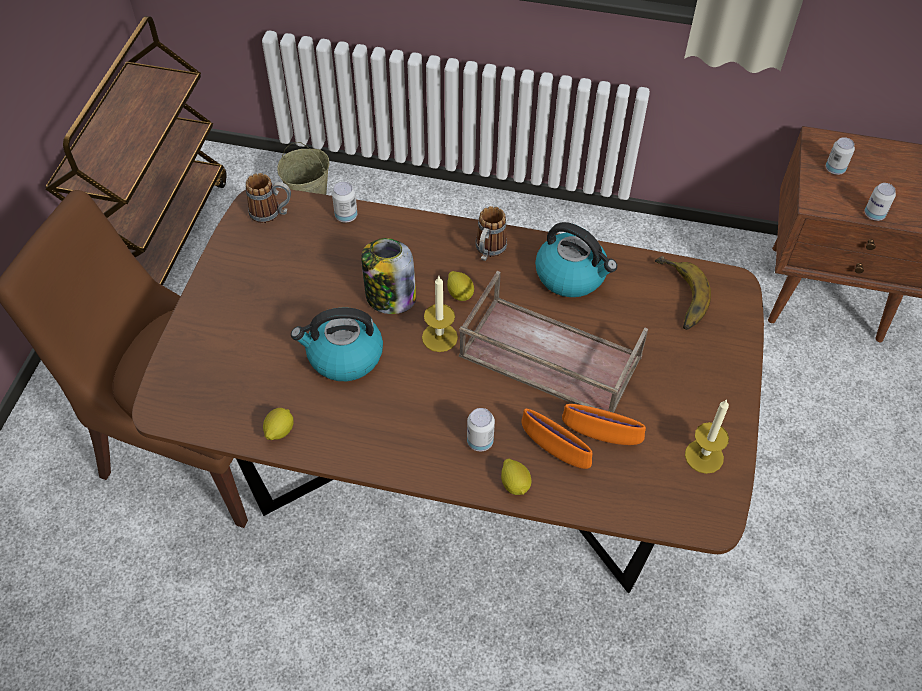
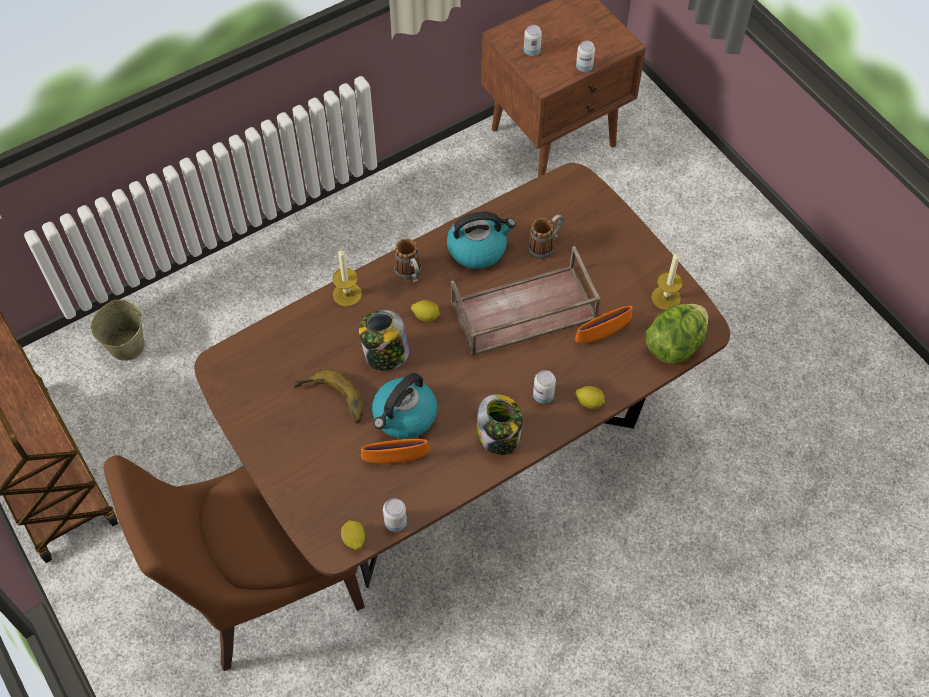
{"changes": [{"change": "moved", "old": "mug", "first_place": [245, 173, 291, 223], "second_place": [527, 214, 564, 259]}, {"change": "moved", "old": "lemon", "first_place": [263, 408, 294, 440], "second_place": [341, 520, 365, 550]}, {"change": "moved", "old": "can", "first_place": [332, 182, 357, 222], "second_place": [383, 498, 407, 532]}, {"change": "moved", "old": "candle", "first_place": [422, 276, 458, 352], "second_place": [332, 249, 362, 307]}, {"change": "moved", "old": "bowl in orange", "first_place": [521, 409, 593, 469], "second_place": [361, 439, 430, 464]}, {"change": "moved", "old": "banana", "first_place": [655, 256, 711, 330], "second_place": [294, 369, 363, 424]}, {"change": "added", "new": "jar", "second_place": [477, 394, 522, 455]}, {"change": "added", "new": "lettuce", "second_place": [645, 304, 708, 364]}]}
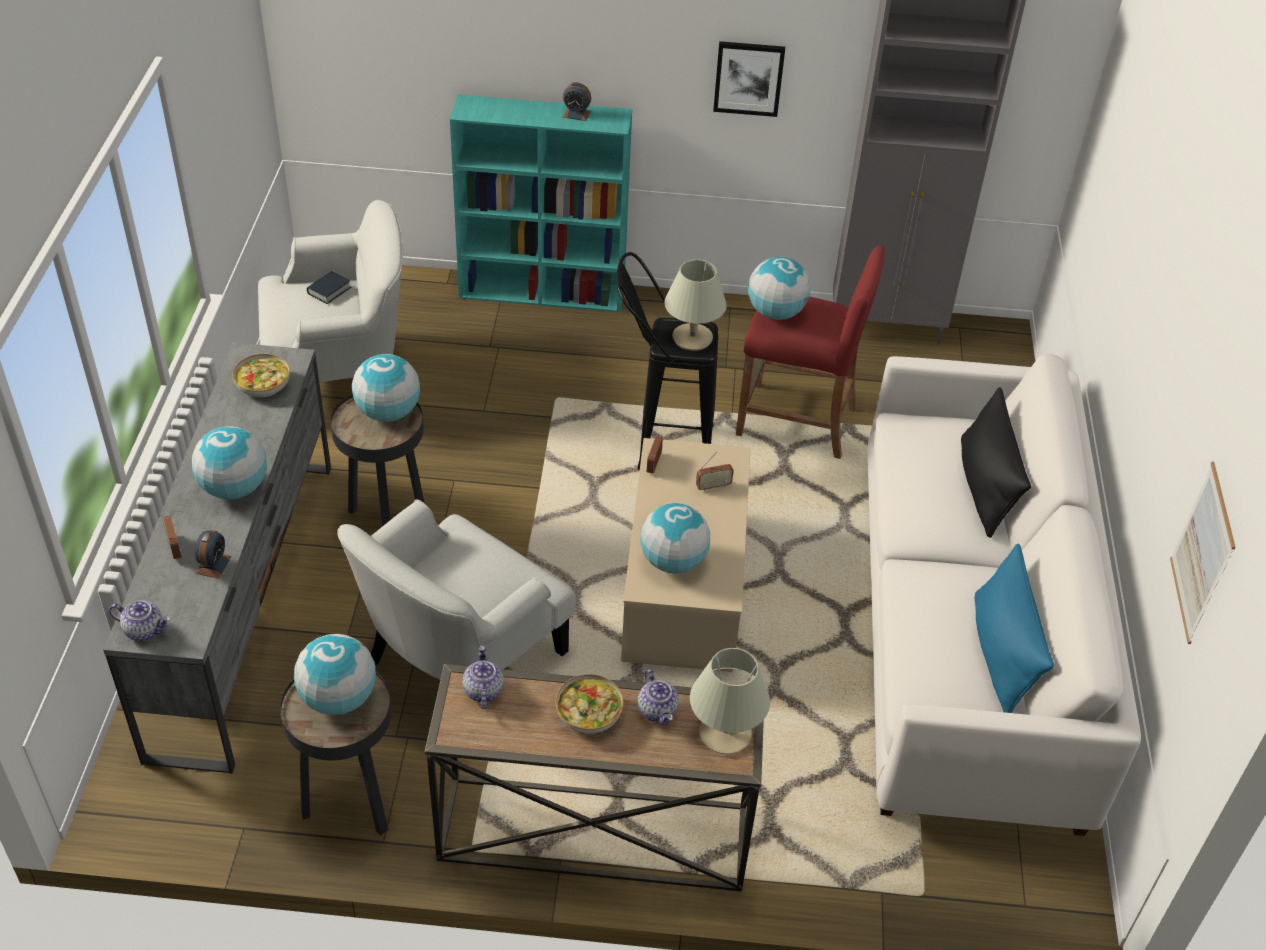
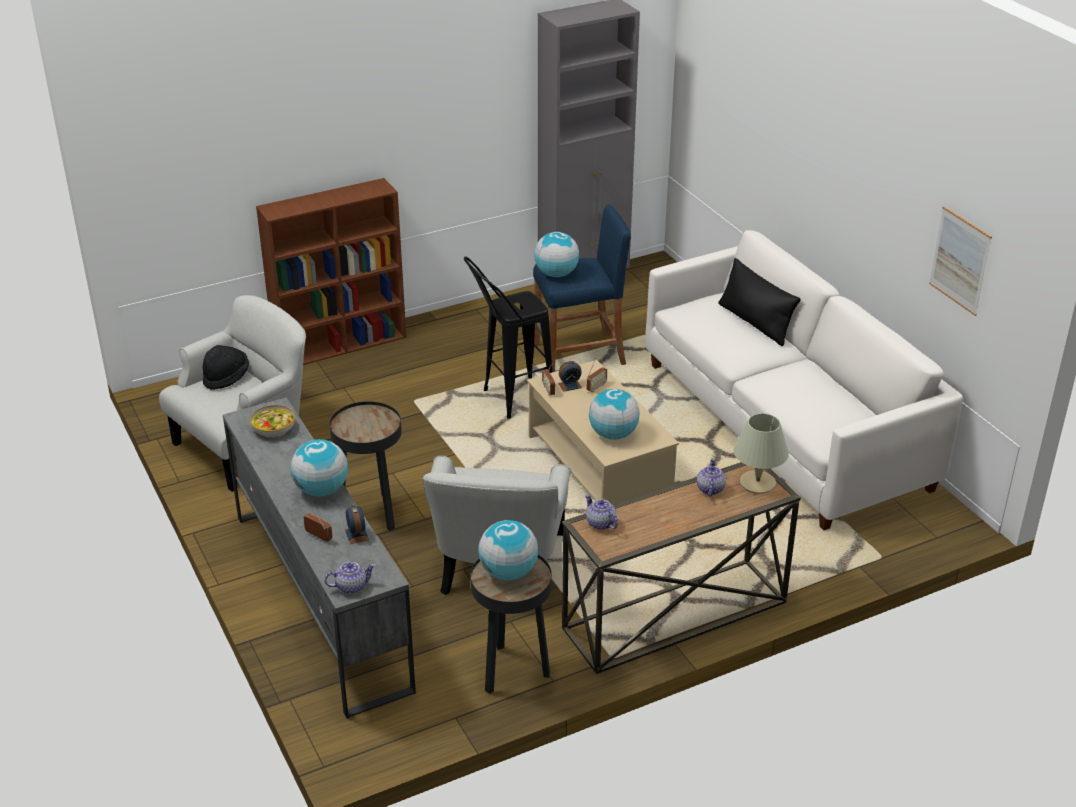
{"changes": [{"change": "replaced", "old": "book", "new": "hat in black", "first_place": [307, 271, 352, 304], "second_place": [203, 345, 249, 390]}, {"change": "removed", "old": "globe", "first_place": [352, 354, 420, 422]}, {"change": "recoloured", "old": "bookcase in turquoise", "new": "bookcase in brown", "first_place": [450, 95, 632, 312], "second_place": [256, 178, 406, 365]}, {"change": "removed", "old": "bowl", "first_place": [556, 674, 623, 734]}, {"change": "moved", "old": "alarm clock", "first_place": [563, 83, 591, 121], "second_place": [558, 361, 582, 392]}, {"change": "turned", "old": "teapot", "first_place": [638, 669, 679, 726], "second_place": [697, 459, 726, 497], "degrees": -120}, {"change": "removed", "old": "table lamp in beige", "first_place": [664, 259, 727, 351]}, {"change": "removed", "old": "picture", "first_place": [713, 41, 785, 117]}, {"change": "recoloured", "old": "stool in red", "new": "stool in blue", "first_place": [736, 246, 885, 459], "second_place": [533, 204, 631, 372]}, {"change": "removed", "old": "pillow in blue", "first_place": [975, 544, 1054, 713]}]}
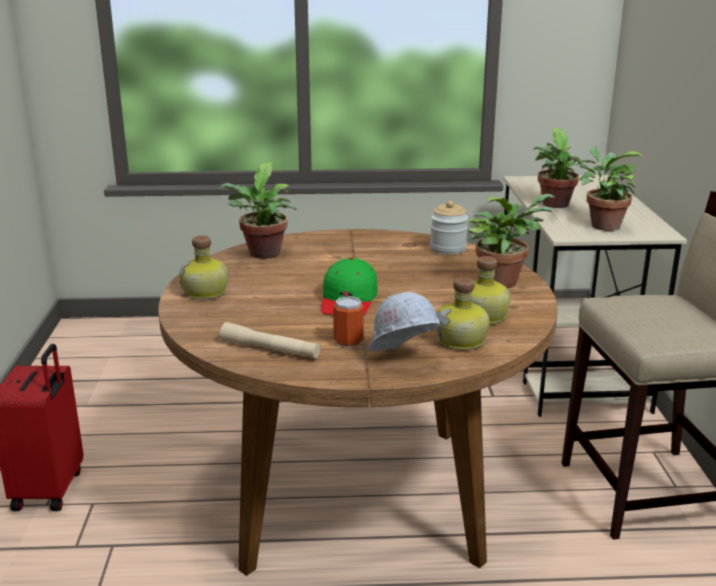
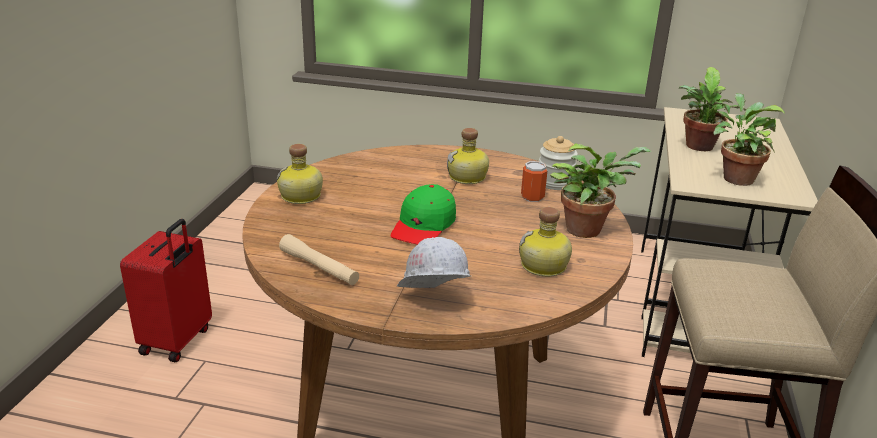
{"changes": [{"change": "removed", "old": "potted plant", "first_place": [219, 162, 296, 259]}, {"change": "moved", "old": "can", "first_place": [333, 296, 364, 347], "second_place": [521, 161, 547, 202]}, {"change": "moved", "old": "bottle", "first_place": [436, 277, 490, 350], "second_place": [447, 128, 489, 184]}]}
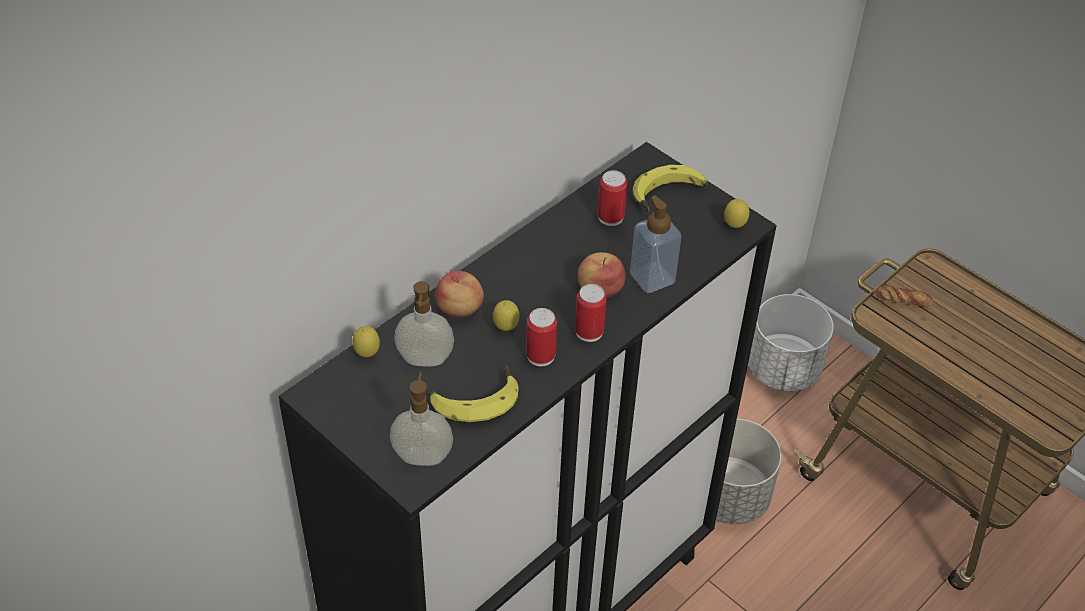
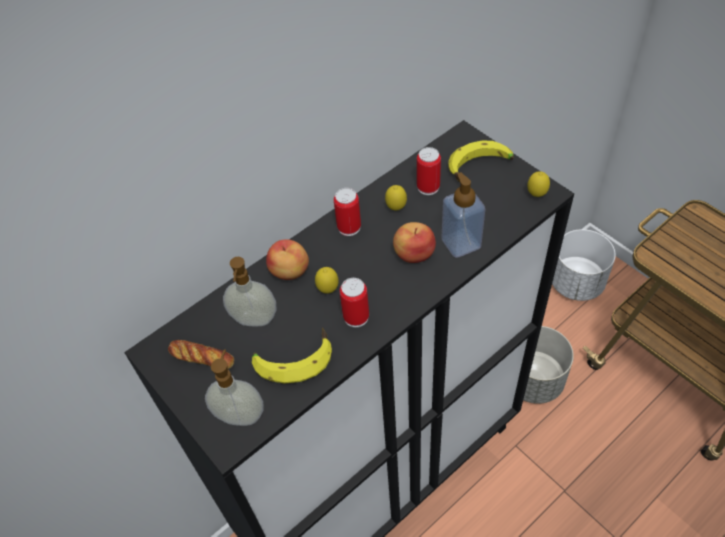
{"changes": [{"change": "moved", "old": "lemon", "first_place": [352, 326, 380, 357], "second_place": [385, 185, 407, 210]}, {"change": "moved", "old": "can", "first_place": [575, 284, 607, 342], "second_place": [334, 188, 361, 236]}, {"change": "moved", "old": "bread", "first_place": [875, 286, 933, 306], "second_place": [168, 340, 234, 369]}]}
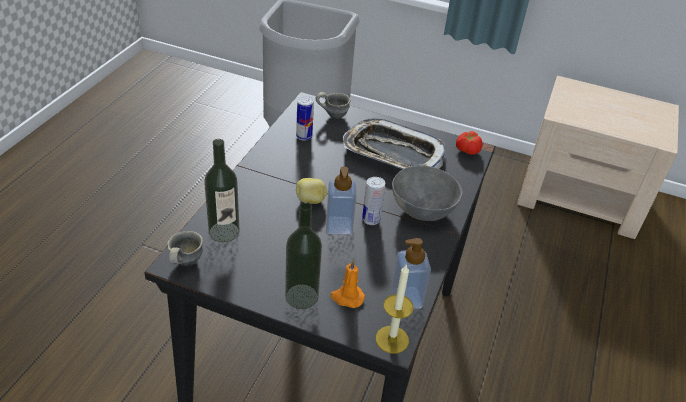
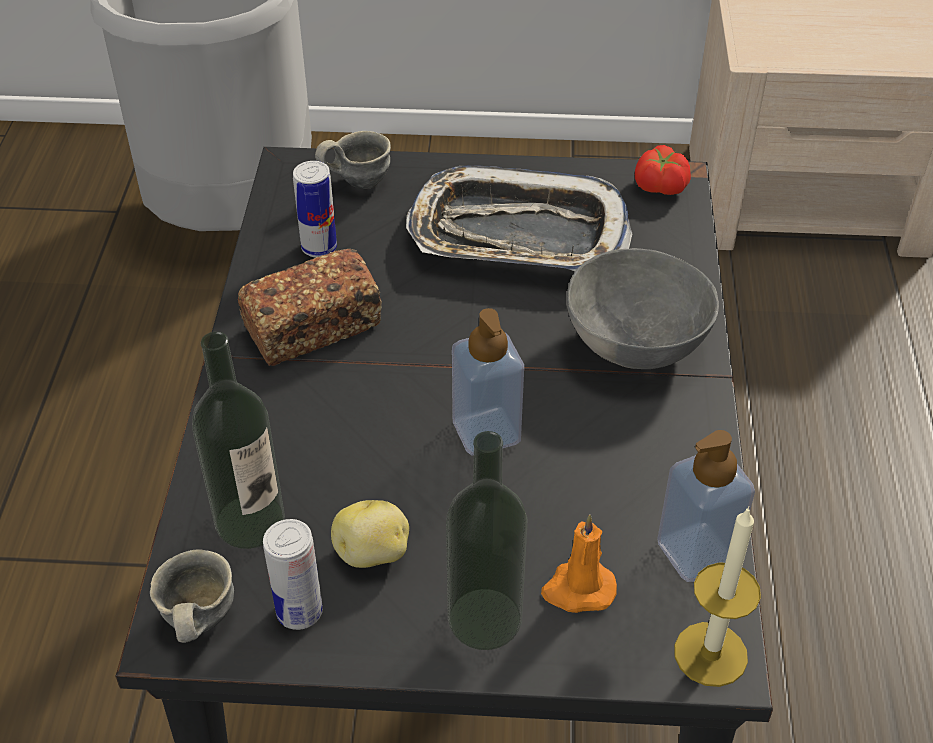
{"changes": [{"change": "moved", "old": "potato", "first_place": [296, 178, 327, 204], "second_place": [331, 500, 409, 568]}, {"change": "moved", "old": "can", "first_place": [362, 177, 385, 225], "second_place": [263, 519, 323, 630]}, {"change": "added", "new": "bread", "second_place": [238, 249, 382, 366]}]}
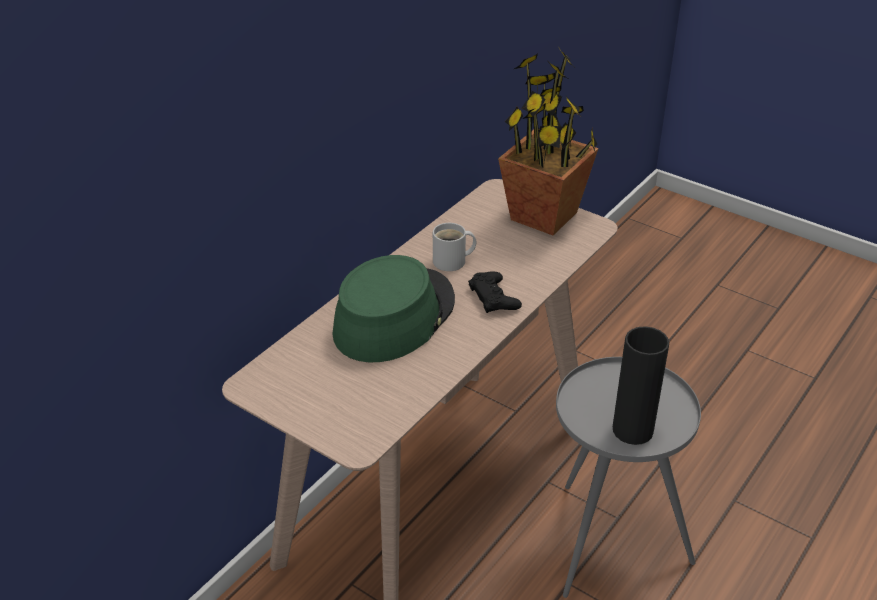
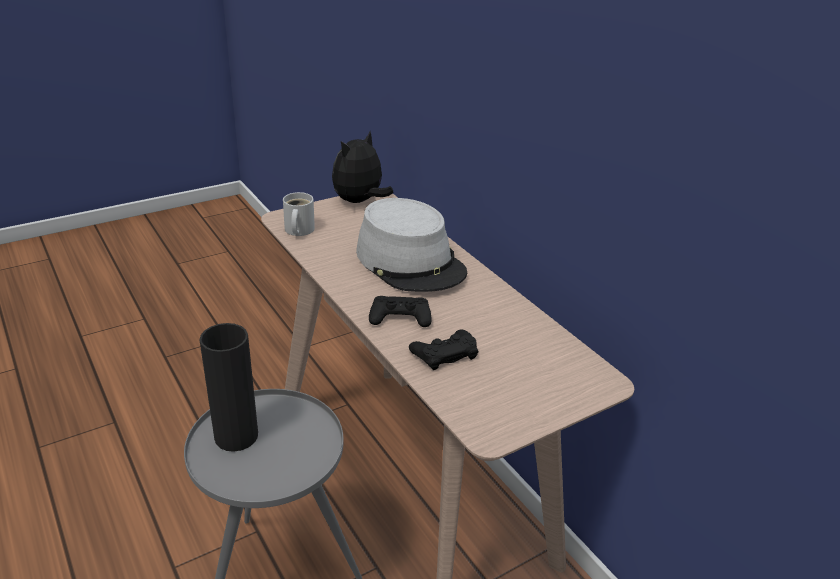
{"changes": [{"change": "recoloured", "old": "hat in green", "new": "hat in grey", "first_place": [332, 255, 455, 362], "second_place": [356, 198, 467, 292]}, {"change": "moved", "old": "mug in white", "first_place": [433, 223, 476, 271], "second_place": [283, 192, 315, 236]}, {"change": "removed", "old": "potted plant", "first_place": [498, 48, 599, 235]}, {"change": "added", "new": "plush toy", "second_place": [332, 131, 394, 203]}, {"change": "added", "new": "game controller in black", "second_place": [409, 329, 479, 370]}]}
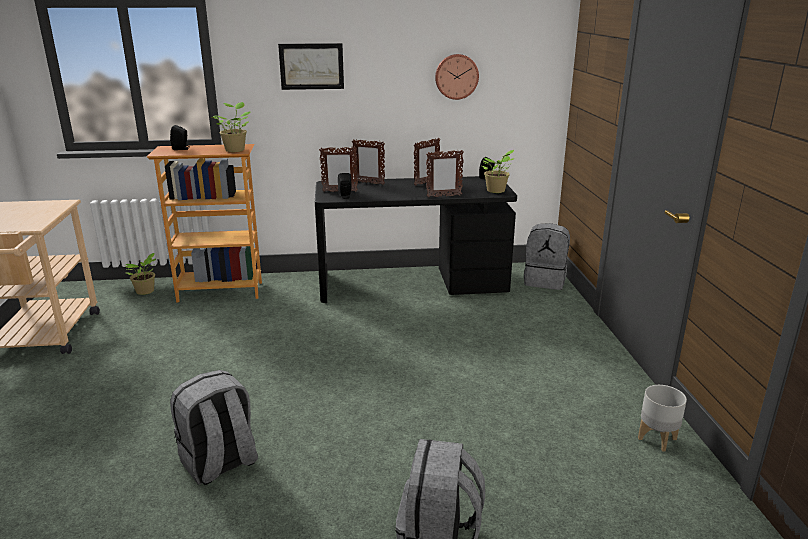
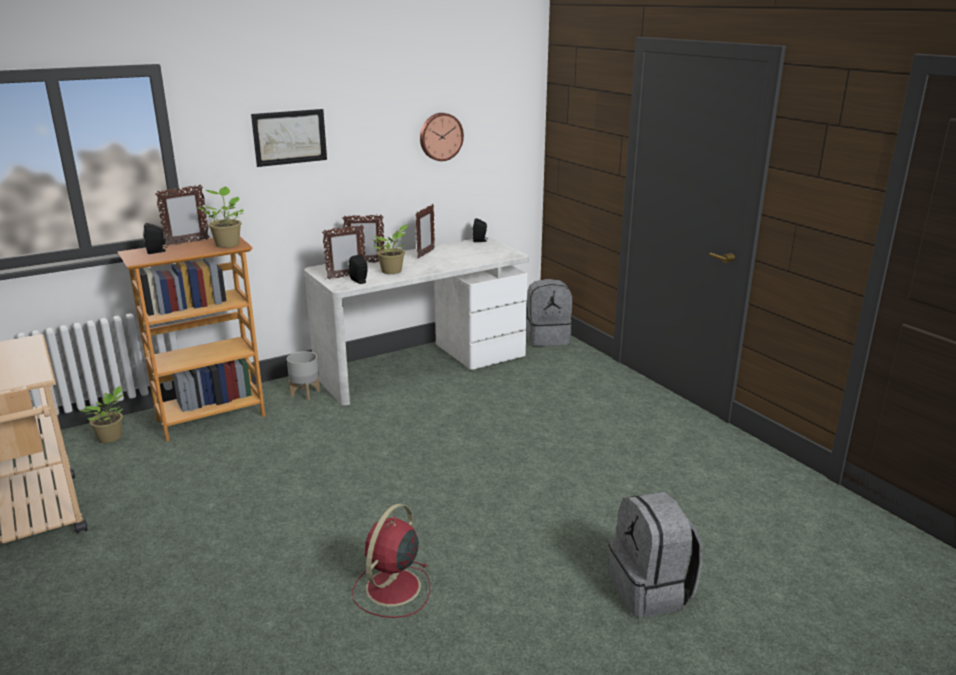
{"changes": [{"change": "replaced", "old": "backpack in grey", "new": "fan in red", "first_place": [170, 370, 258, 485], "second_place": [352, 504, 430, 618]}, {"change": "recoloured", "old": "desk in black", "new": "desk in white", "first_place": [315, 176, 517, 303], "second_place": [304, 237, 529, 405]}, {"change": "moved", "old": "picture frame", "first_place": [426, 150, 464, 197], "second_place": [155, 184, 209, 246]}, {"change": "moved", "old": "potted plant", "first_place": [482, 150, 515, 193], "second_place": [371, 225, 408, 274]}, {"change": "moved", "old": "planter in grey", "first_place": [638, 385, 687, 452], "second_place": [287, 351, 320, 400]}]}
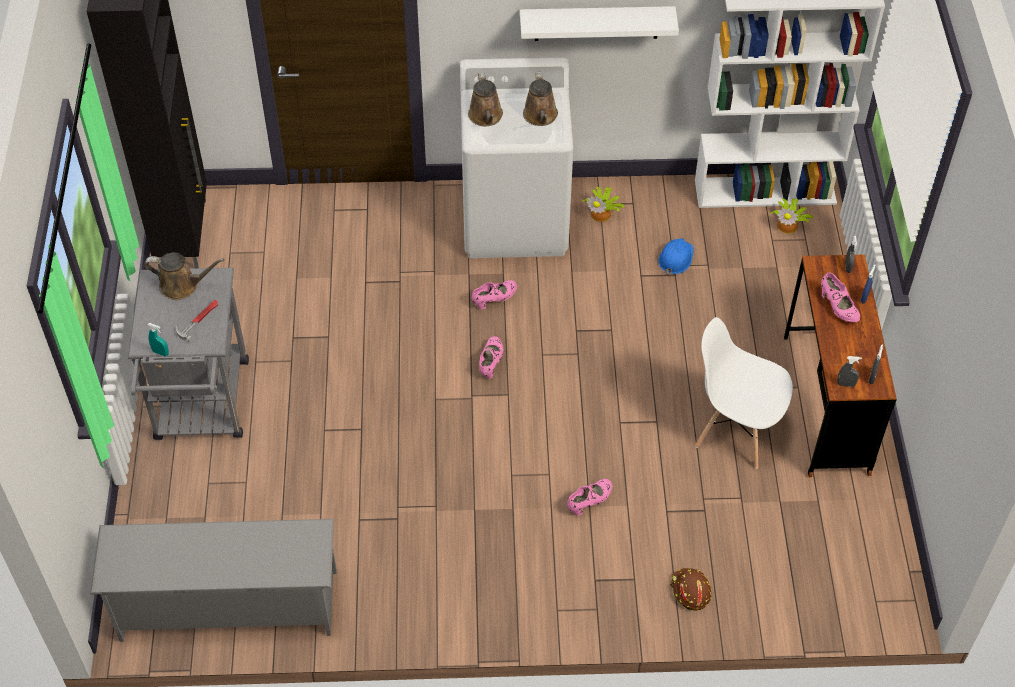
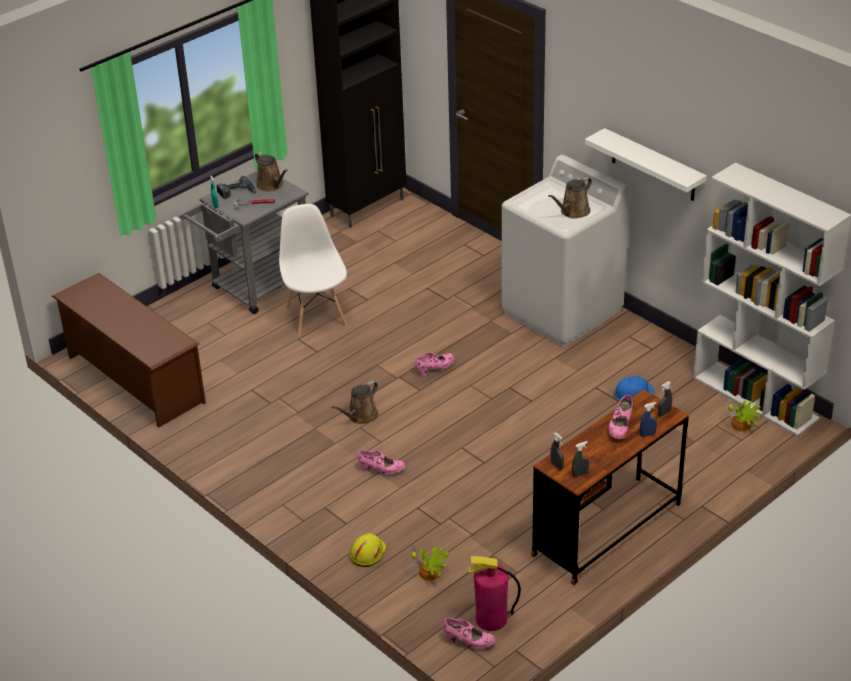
{"changes": [{"change": "recoloured", "old": "shoe rack in grey", "new": "shoe rack in brown", "first_place": [90, 519, 337, 642], "second_place": [52, 273, 206, 427]}, {"change": "moved", "old": "watering can in brown", "first_place": [468, 72, 503, 126], "second_place": [332, 380, 378, 424]}, {"change": "moved", "old": "shoe in pink", "first_place": [472, 280, 517, 310], "second_place": [443, 618, 495, 649]}, {"change": "moved", "old": "potted plant", "first_place": [582, 187, 625, 222], "second_place": [411, 544, 450, 581]}, {"change": "recoloured", "old": "hard hat in brown", "new": "hard hat in yellow", "first_place": [670, 568, 711, 611], "second_place": [349, 533, 387, 567]}, {"change": "moved", "old": "chair in white", "first_place": [695, 317, 793, 469], "second_place": [279, 204, 347, 337]}, {"change": "added", "new": "power drill", "second_place": [216, 176, 256, 199]}, {"change": "added", "new": "fire extinguisher", "second_place": [469, 556, 521, 631]}]}
